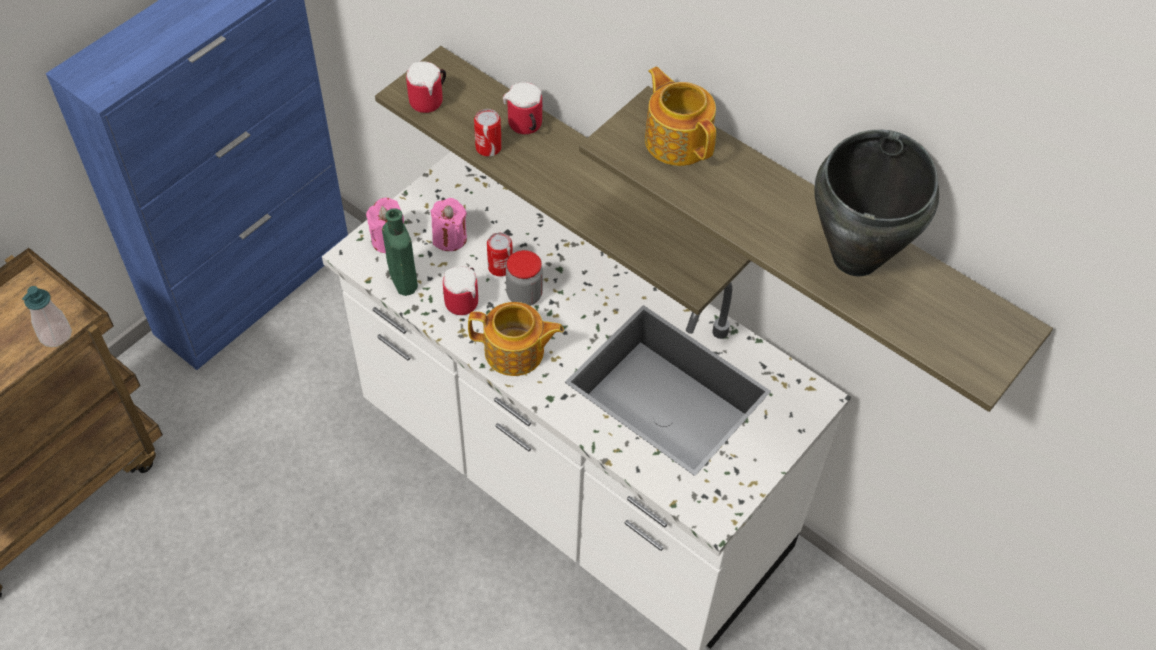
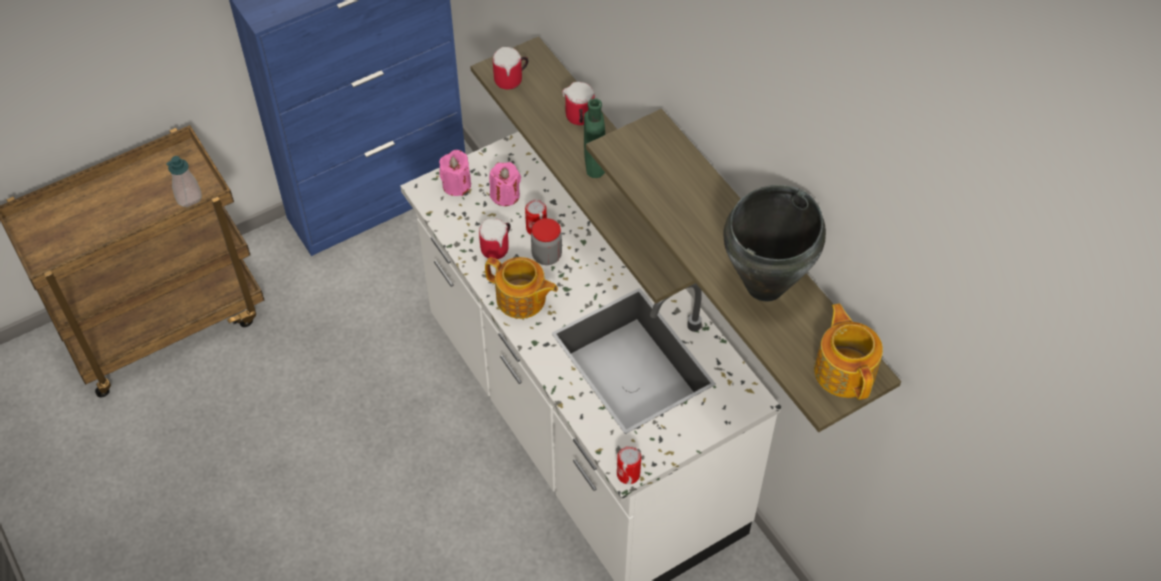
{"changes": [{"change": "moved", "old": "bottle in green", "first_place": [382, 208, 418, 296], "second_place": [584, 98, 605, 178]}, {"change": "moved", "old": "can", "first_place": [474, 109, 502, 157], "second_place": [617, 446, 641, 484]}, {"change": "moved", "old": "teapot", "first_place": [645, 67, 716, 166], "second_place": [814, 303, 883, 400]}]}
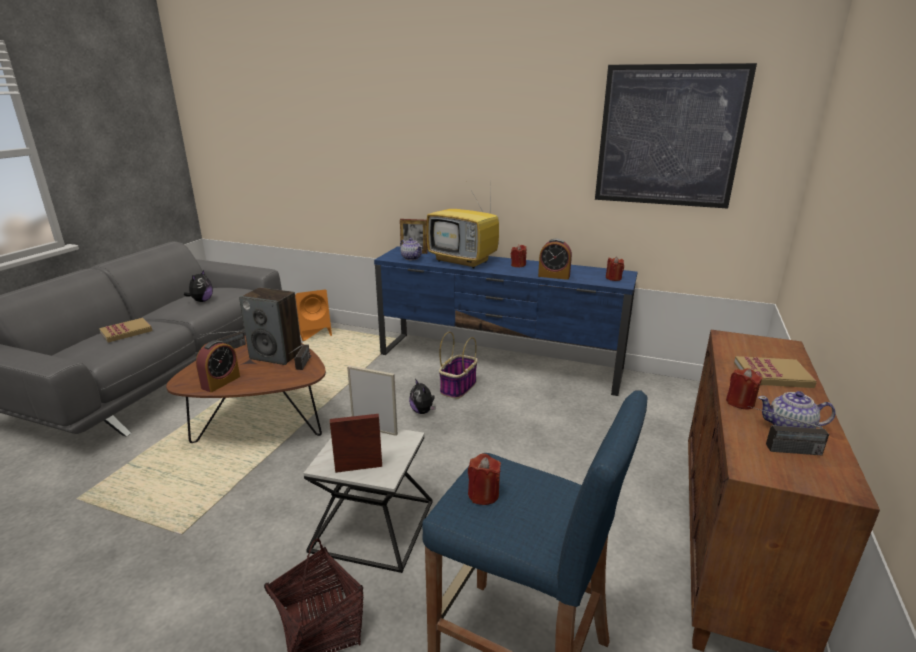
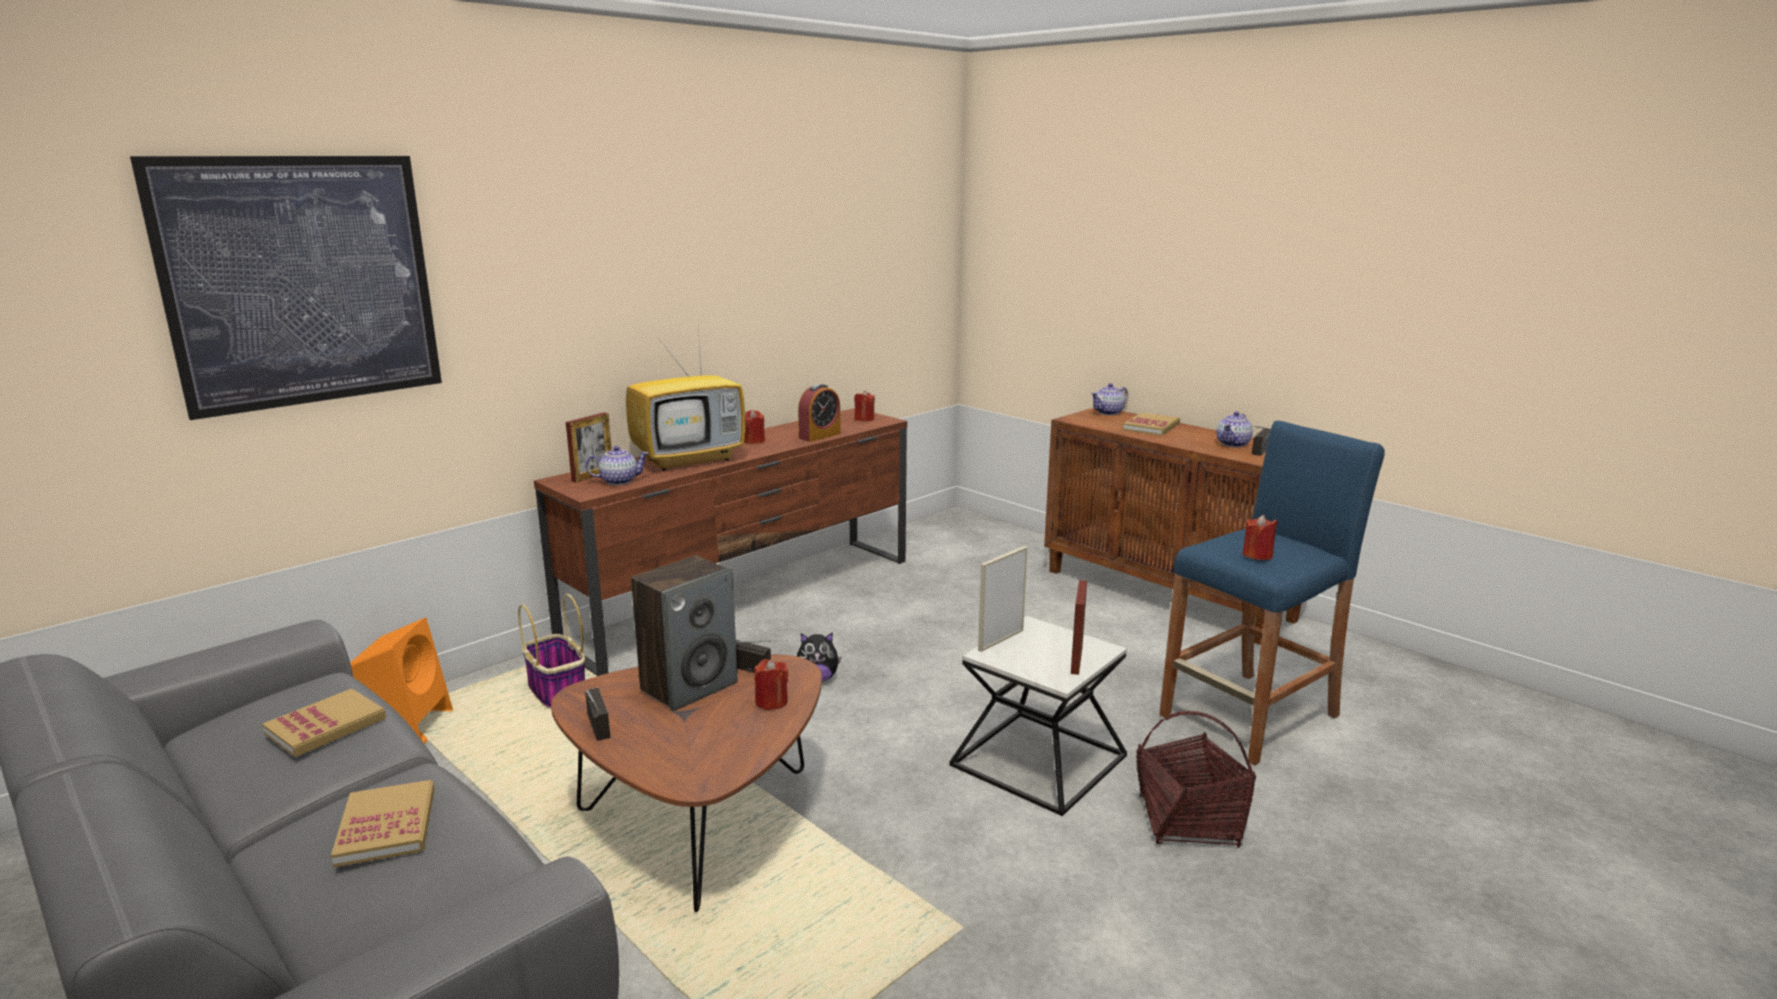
{"changes": [{"change": "replaced", "old": "plush toy", "new": "book", "first_place": [184, 270, 213, 302], "second_place": [262, 689, 386, 757]}, {"change": "removed", "old": "alarm clock", "first_place": [196, 340, 240, 392]}, {"change": "recoloured", "old": "tv stand in blue", "new": "tv stand in brown", "first_place": [374, 246, 637, 396], "second_place": [534, 408, 907, 676]}, {"change": "moved", "old": "basket", "first_place": [439, 332, 478, 399], "second_place": [518, 594, 585, 709]}, {"change": "moved", "old": "picture", "first_place": [595, 63, 757, 208], "second_place": [130, 156, 442, 420]}, {"change": "moved", "old": "candle in red", "first_place": [726, 368, 763, 410], "second_place": [754, 659, 788, 710]}, {"change": "added", "new": "teapot", "second_place": [1091, 383, 1128, 415]}]}
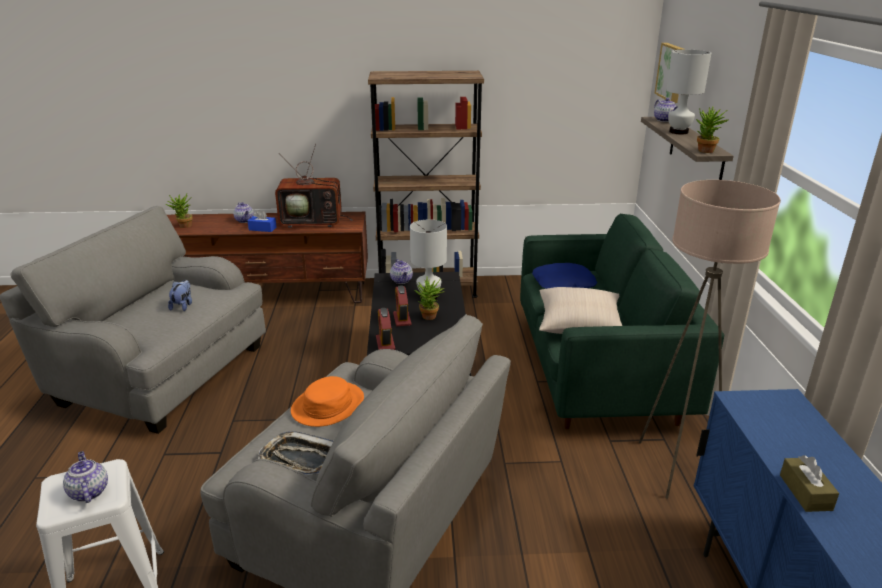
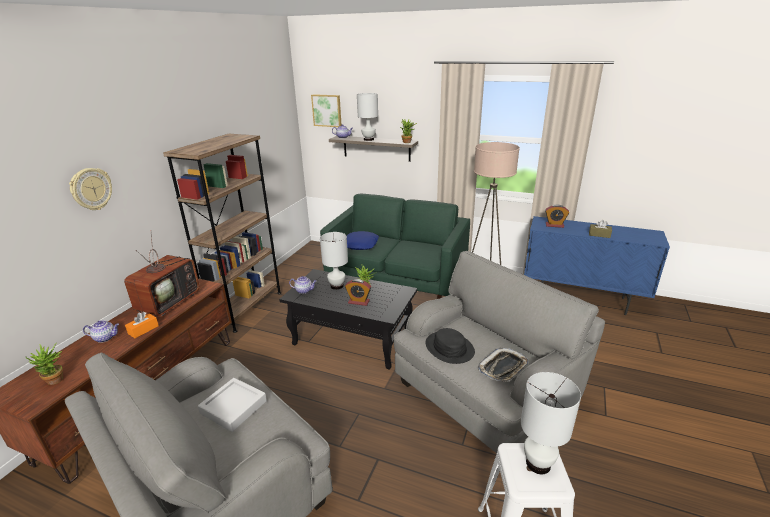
{"changes": [{"change": "replaced", "old": "teapot", "new": "table lamp in white", "first_place": [63, 451, 108, 503], "second_place": [521, 372, 581, 474]}, {"change": "replaced", "old": "plush toy", "new": "tray in grey", "first_place": [168, 280, 192, 311], "second_place": [198, 378, 267, 432]}, {"change": "recoloured", "old": "tissue box in blue", "new": "tissue box in orange", "first_place": [248, 210, 277, 232], "second_place": [125, 312, 159, 338]}, {"change": "recoloured", "old": "hat in orange", "new": "hat in black", "first_place": [291, 376, 364, 427], "second_place": [425, 328, 475, 364]}, {"change": "moved", "old": "alarm clock", "first_place": [376, 308, 395, 350], "second_place": [545, 205, 569, 228]}, {"change": "removed", "old": "pillow in beige", "first_place": [539, 287, 622, 334]}, {"change": "added", "new": "wall clock", "second_place": [69, 168, 112, 210]}]}
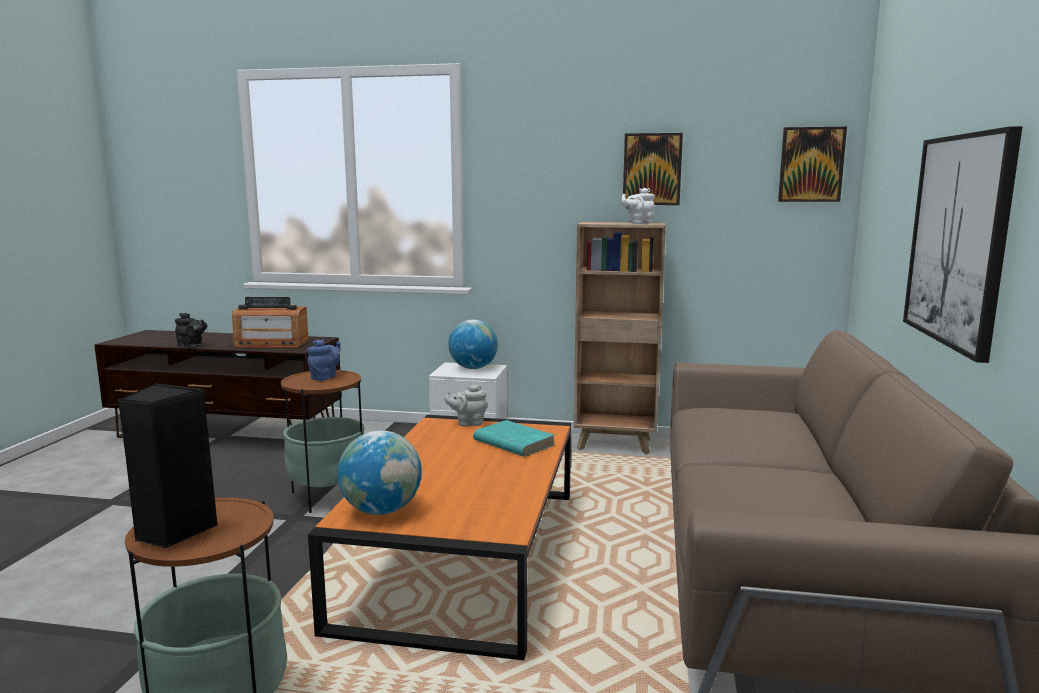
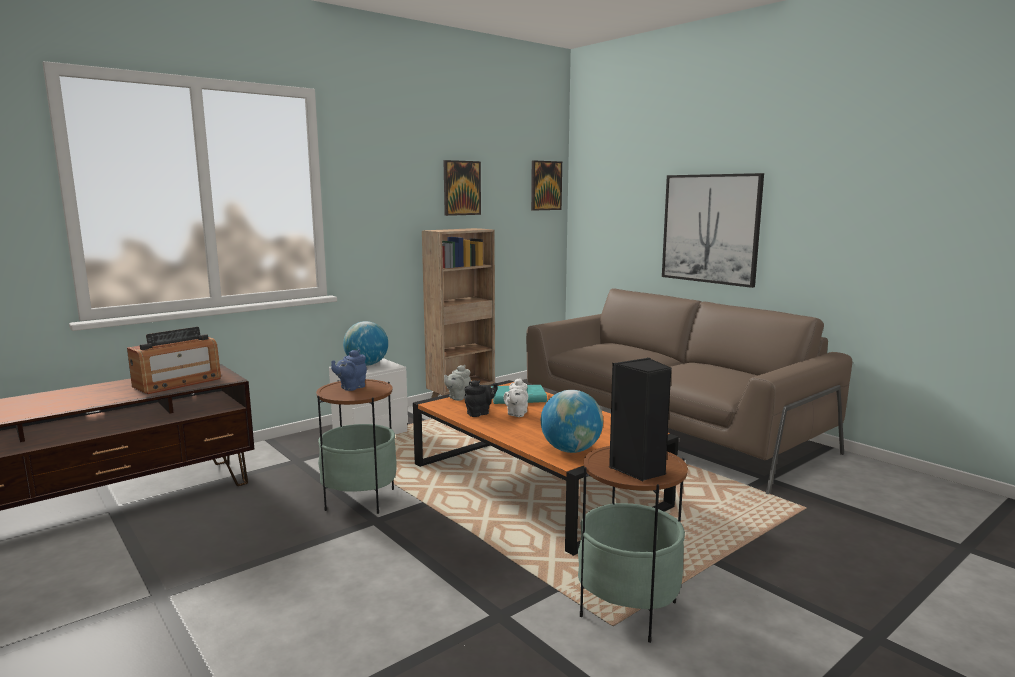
{"changes": [{"change": "moved", "old": "teapot in black", "first_place": [175, 313, 207, 347], "second_place": [464, 380, 497, 417]}, {"change": "turned", "old": "teapot in blue", "first_place": [307, 339, 341, 381], "second_place": [331, 349, 367, 391], "degrees": -120}, {"change": "moved", "old": "teapot in white", "first_place": [621, 188, 655, 224], "second_place": [503, 378, 528, 417]}]}
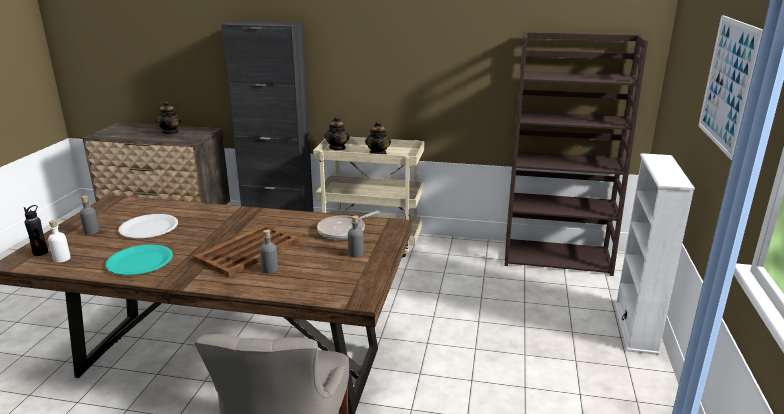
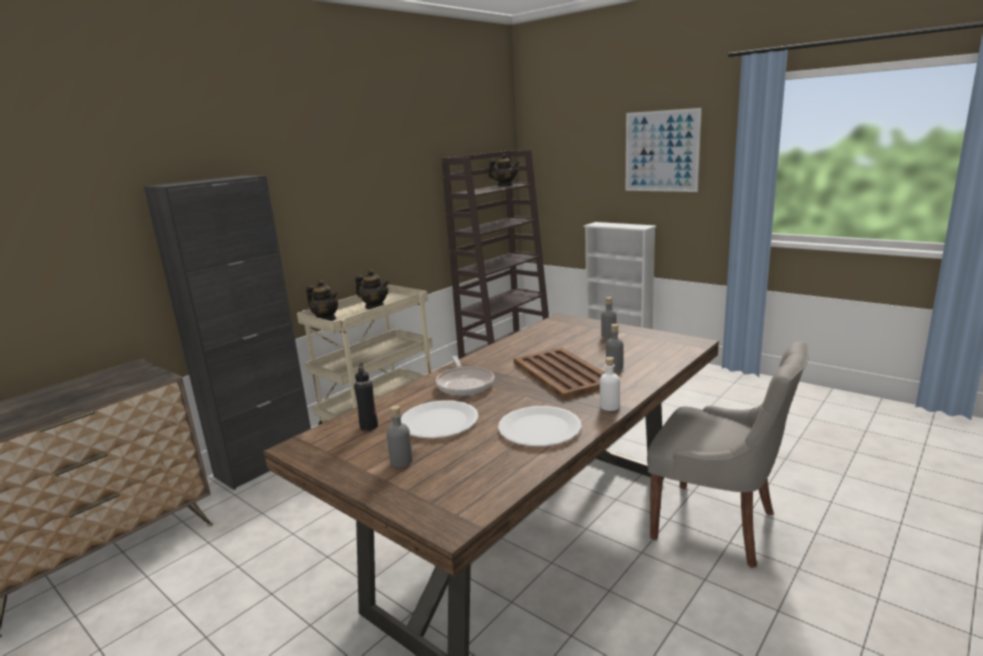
{"changes": [{"change": "moved", "old": "bottle in black", "first_place": [24, 205, 48, 256], "second_place": [354, 363, 378, 431]}, {"change": "moved", "old": "bottle in white", "first_place": [48, 220, 71, 263], "second_place": [600, 357, 620, 411]}, {"change": "recoloured", "old": "plate in turquoise", "new": "plate in white", "first_place": [106, 244, 173, 275], "second_place": [498, 406, 581, 446]}, {"change": "moved", "old": "teapot", "first_place": [156, 101, 181, 134], "second_place": [488, 154, 520, 186]}, {"change": "moved", "old": "frying pan", "first_place": [317, 211, 380, 240], "second_place": [436, 356, 494, 396]}]}
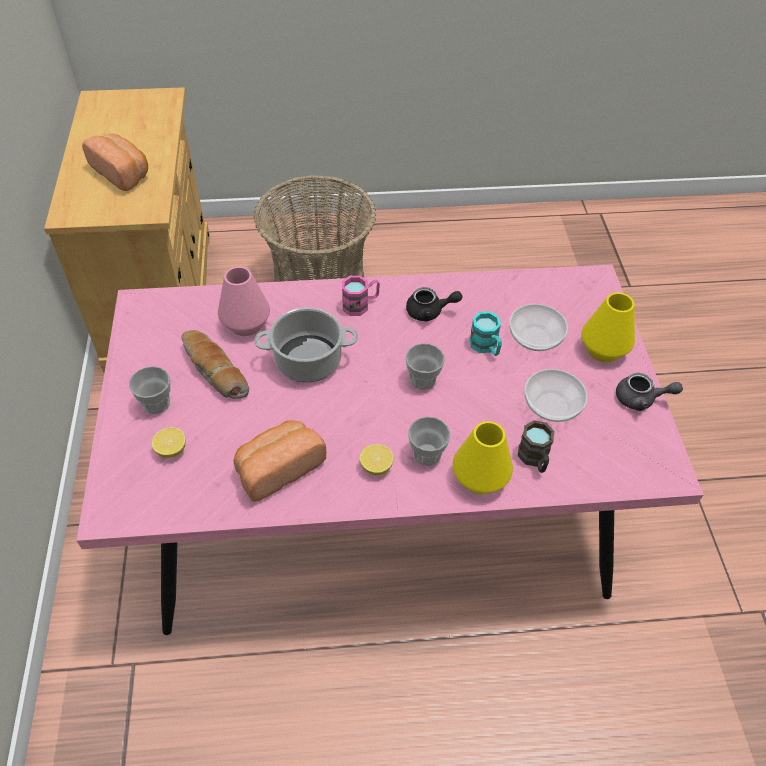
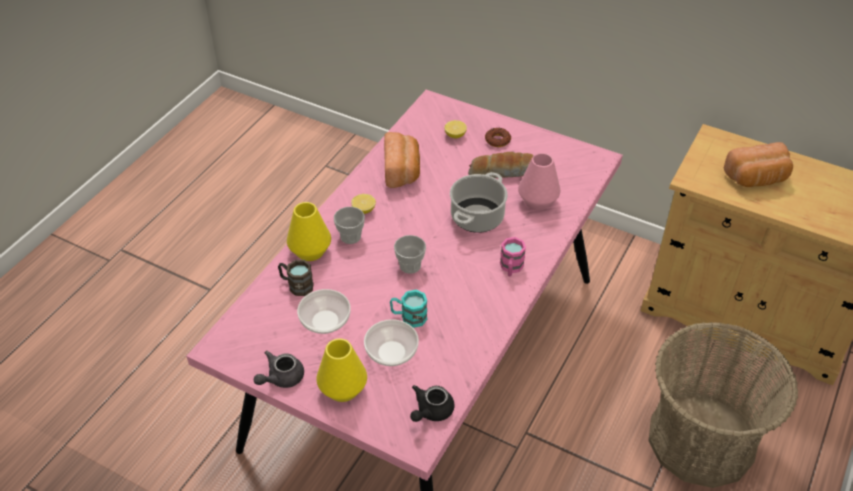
{"changes": [{"change": "replaced", "old": "cup", "new": "donut", "first_place": [129, 366, 171, 414], "second_place": [485, 128, 511, 147]}, {"change": "moved", "old": "teapot in black", "first_place": [406, 287, 462, 321], "second_place": [410, 385, 454, 422]}]}
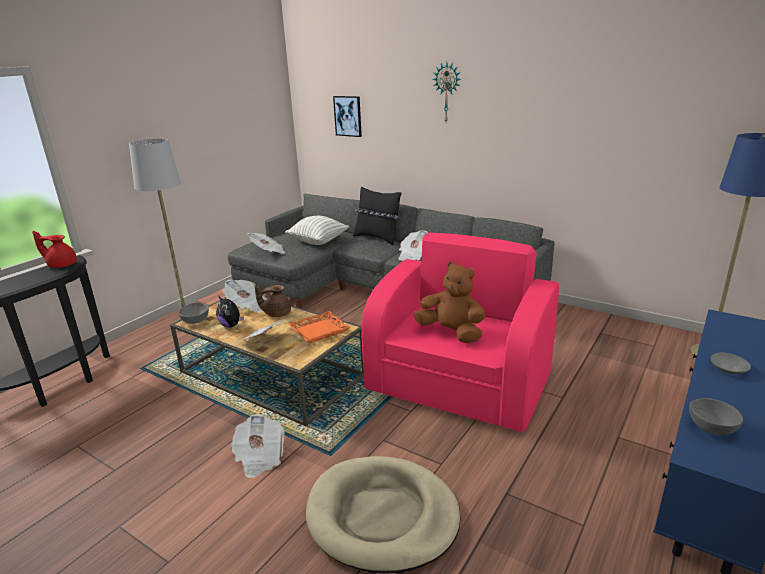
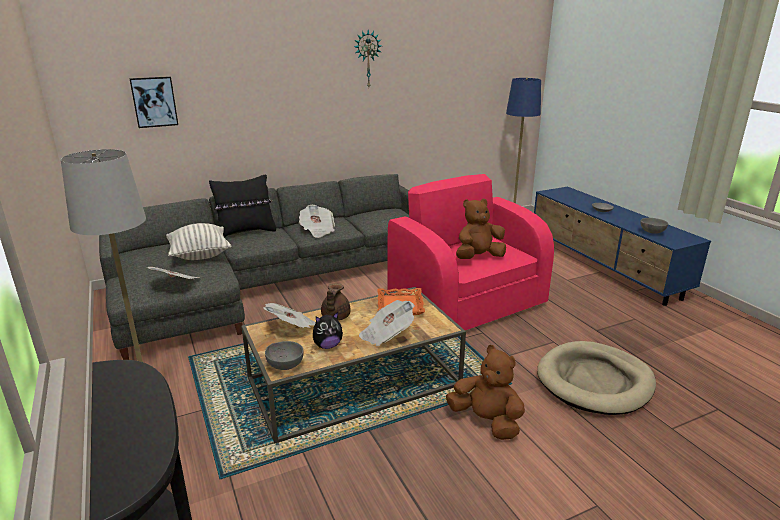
{"changes": [{"change": "removed", "old": "teapot in red", "first_place": [32, 231, 77, 268]}, {"change": "replaced", "old": "newspaper", "new": "plush toy in brown", "first_place": [230, 414, 285, 478], "second_place": [446, 345, 525, 440]}, {"change": "moved", "old": "wall clock", "first_place": [433, 62, 461, 122], "second_place": [354, 30, 381, 87]}]}
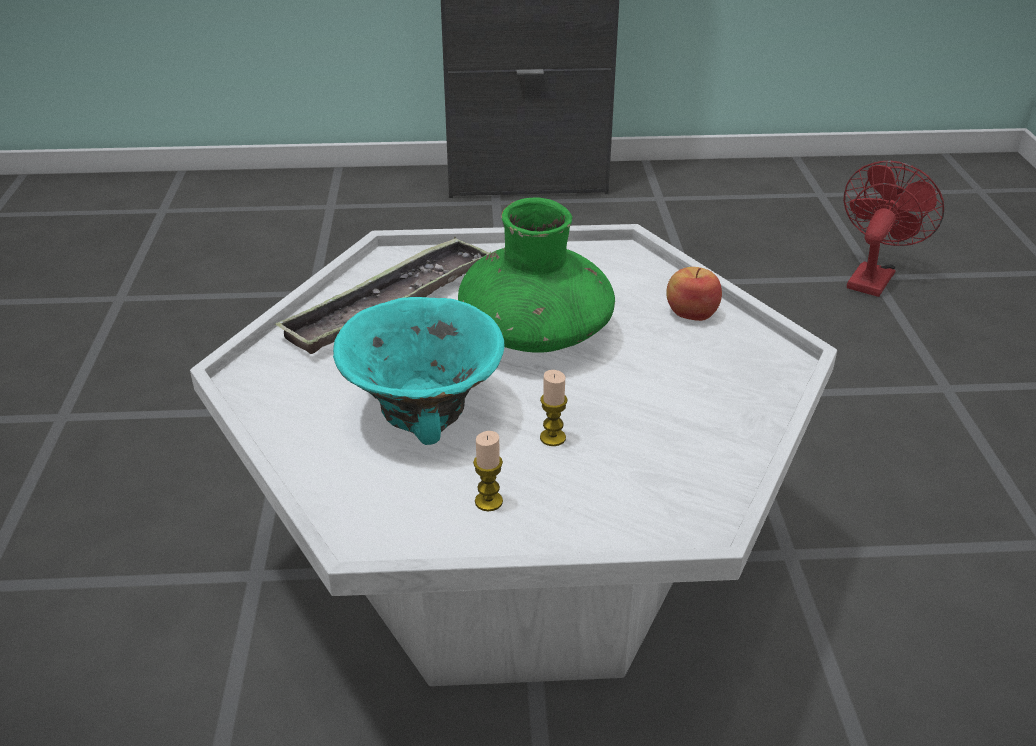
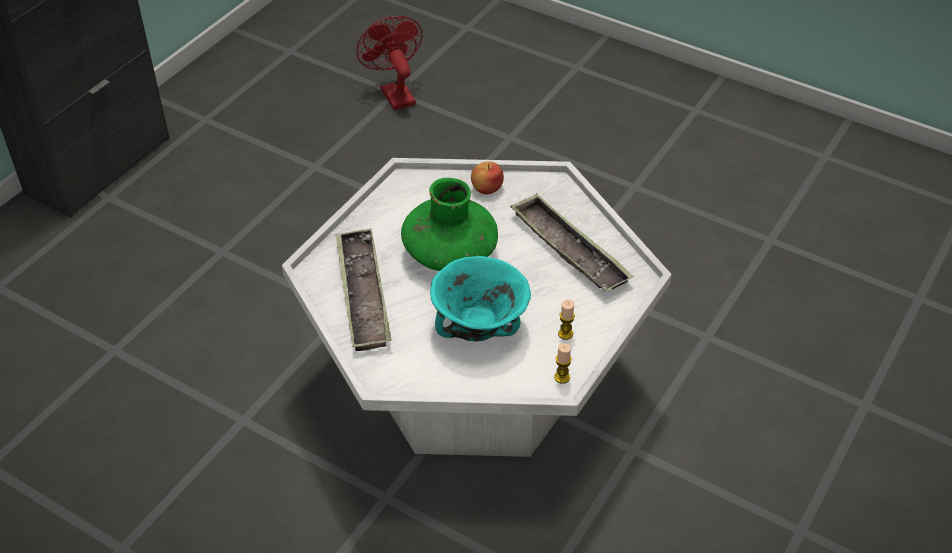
{"changes": [{"change": "moved", "old": "candle", "first_place": [540, 370, 568, 446], "second_place": [554, 343, 572, 384]}, {"change": "added", "new": "tray", "second_place": [510, 193, 634, 291]}]}
